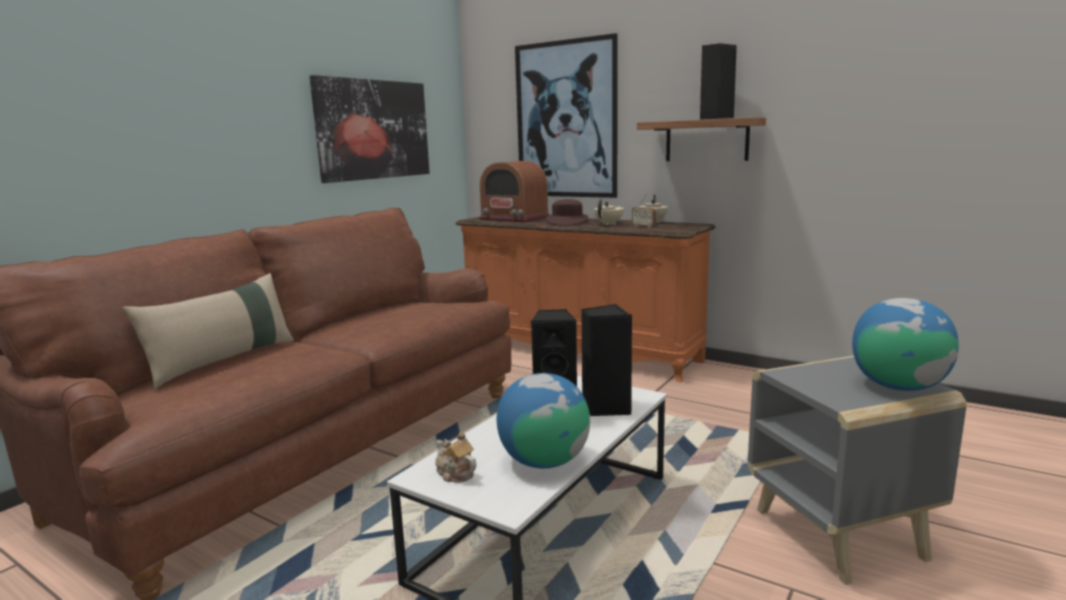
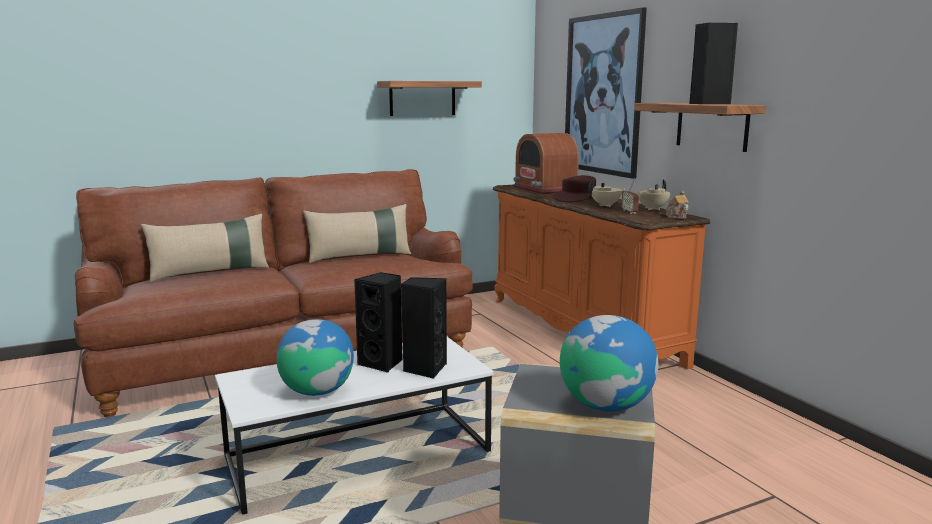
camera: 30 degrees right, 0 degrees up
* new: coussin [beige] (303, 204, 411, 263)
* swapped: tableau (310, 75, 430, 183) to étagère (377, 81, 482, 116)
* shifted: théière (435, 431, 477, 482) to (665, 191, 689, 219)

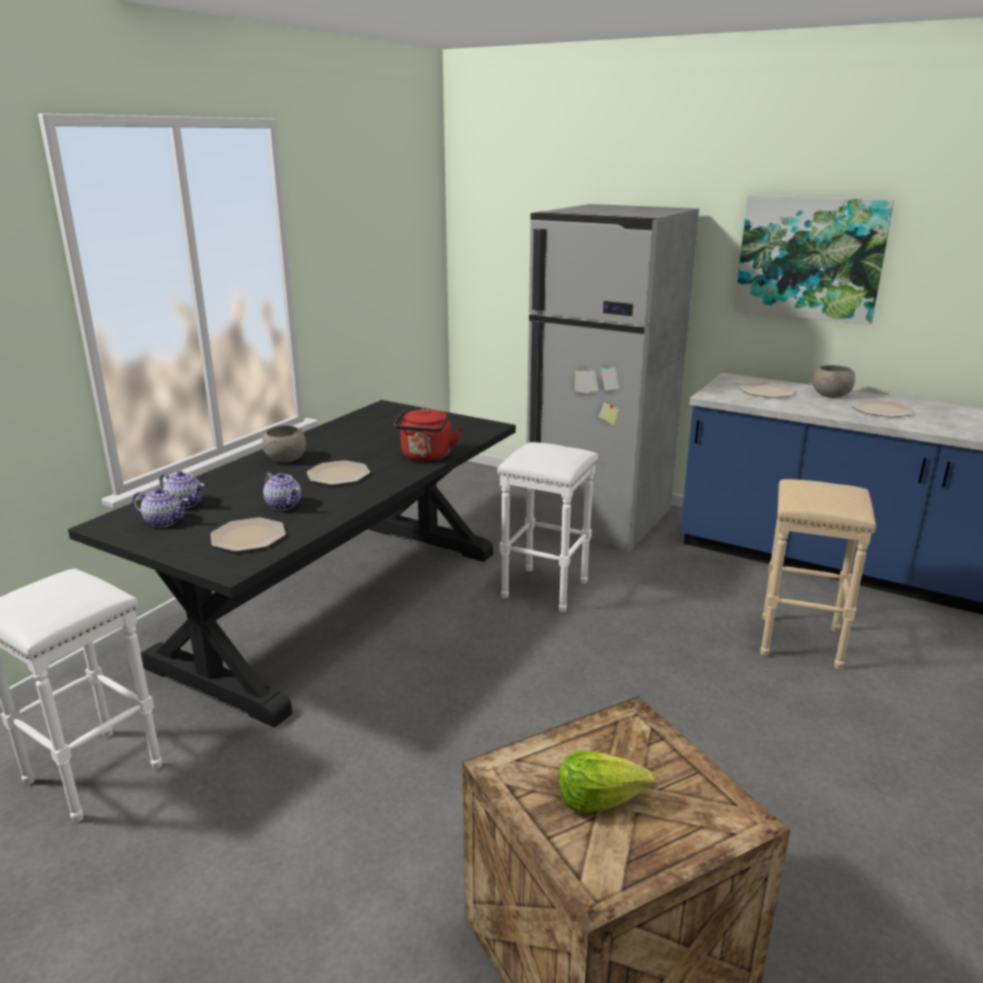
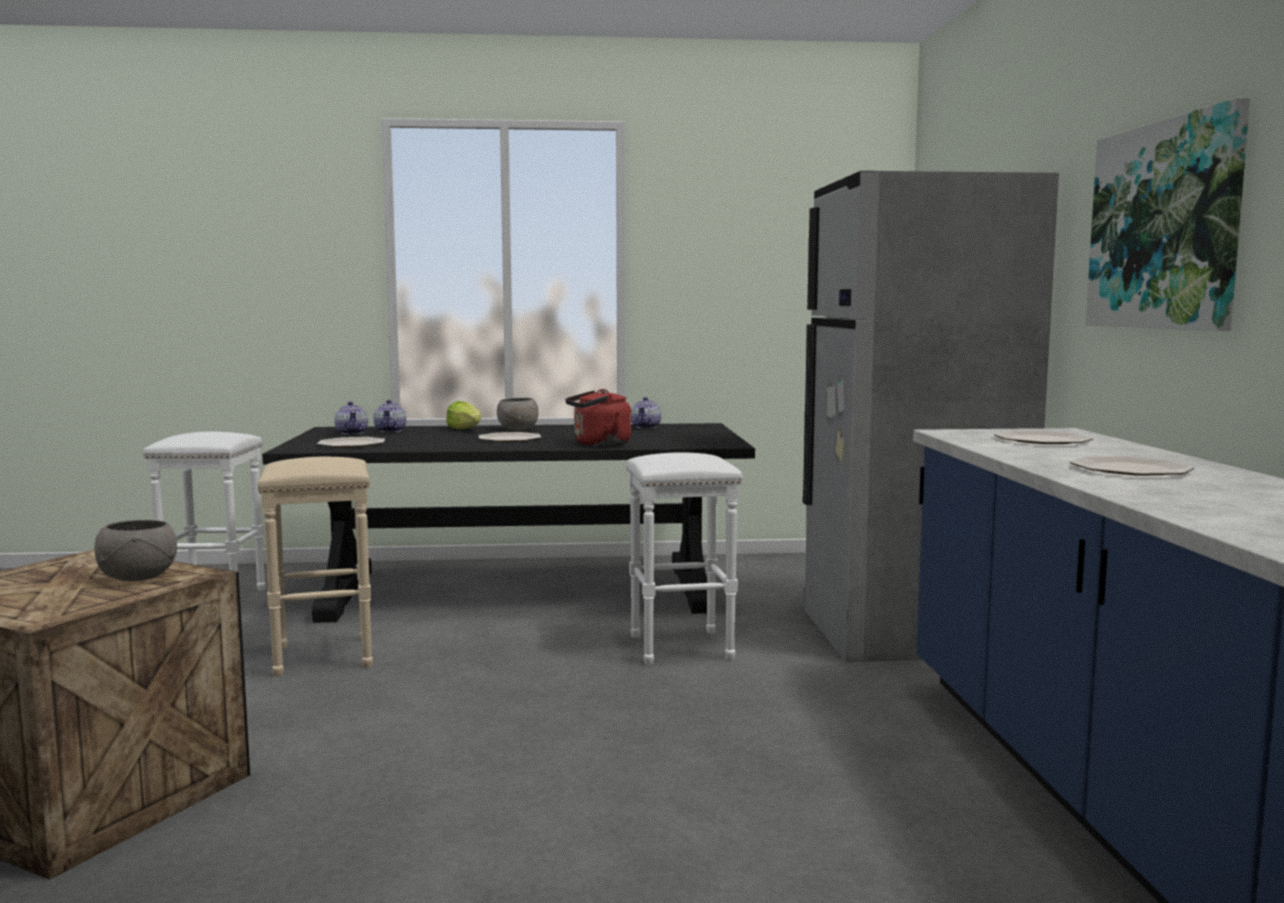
camera: 55 degrees right, 15 degrees down
* shifted: bol [gris] (813, 365, 855, 398) to (95, 520, 177, 581)
* shifted: tabouret [beige] (760, 479, 876, 669) to (258, 457, 373, 677)
* shifted: laitue (558, 751, 655, 813) to (446, 401, 481, 429)
* shifted: théière (263, 472, 301, 510) to (631, 397, 661, 428)

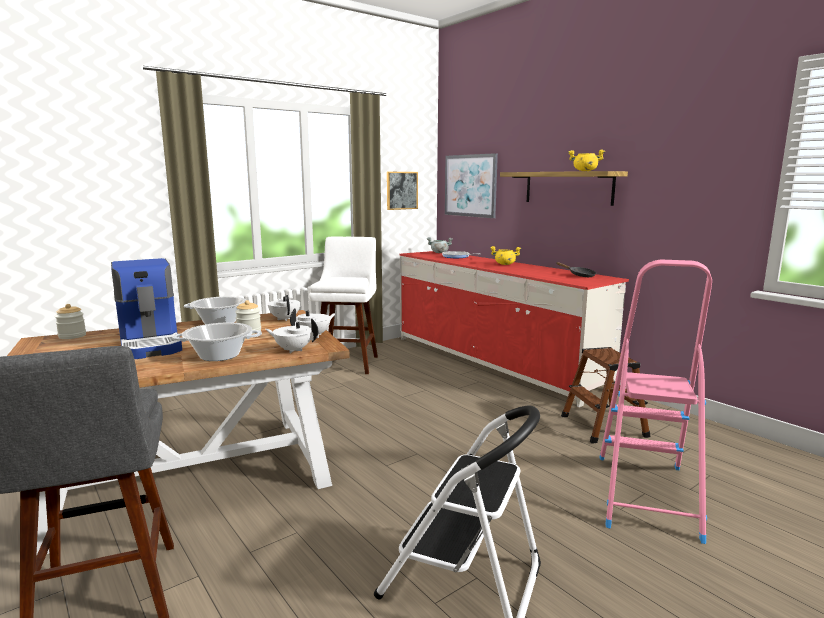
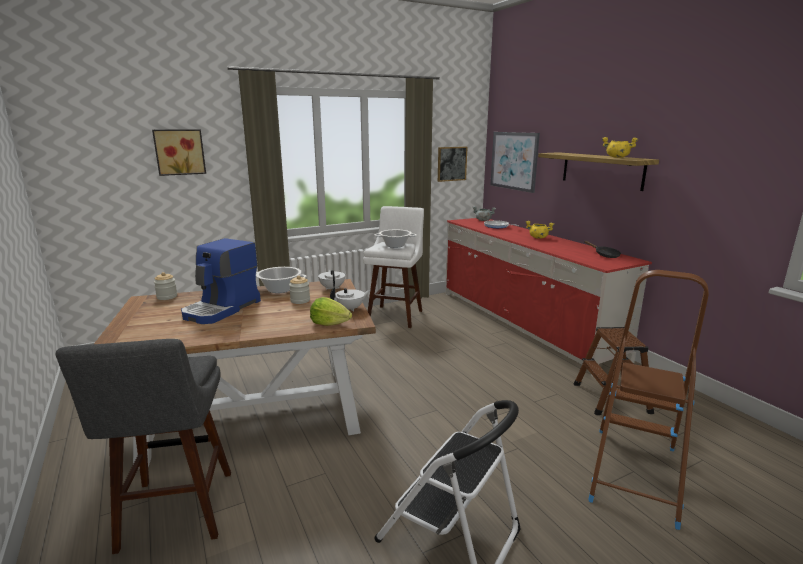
camera: 10 degrees right, 5 degrees up
* new: tableau (152, 129, 206, 176)
* rotated: machine à café (111, 258, 182, 359) = (181, 238, 261, 324) 45 degrees clockwise
* swapped: théière [blanc] (265, 318, 318, 353) to laitue (310, 297, 352, 326)
* shifted: marmite (172, 322, 262, 361) to (374, 230, 417, 248)
* repainted: escabeau [rose] (599, 260, 712, 544) to escabeau [marron] (588, 270, 709, 530)

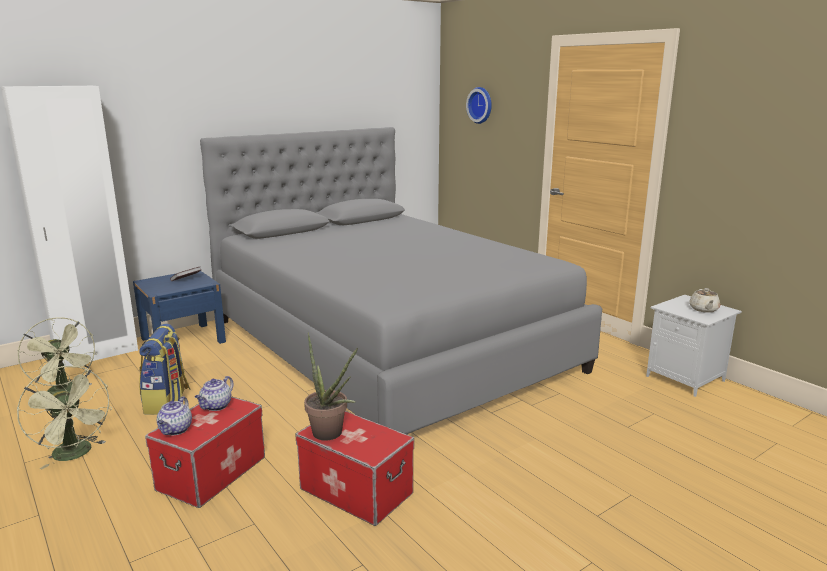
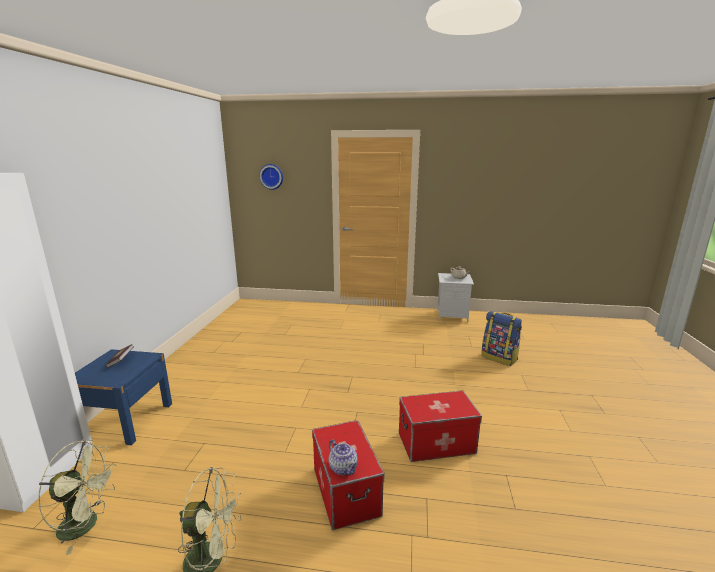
camera: 45 degrees left, 0 degrees up
* shifted: sac à dos (139, 324, 191, 415) to (481, 311, 522, 366)
* gone: théière (195, 376, 234, 411)
* gone: lit [gris] (200, 127, 602, 434)
* gone: plante en pot (304, 332, 358, 441)

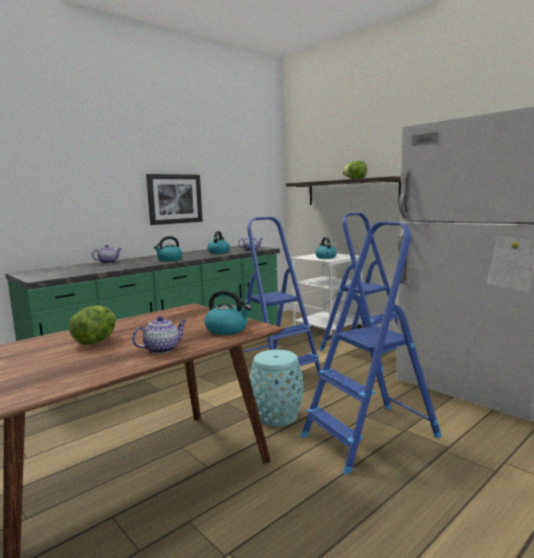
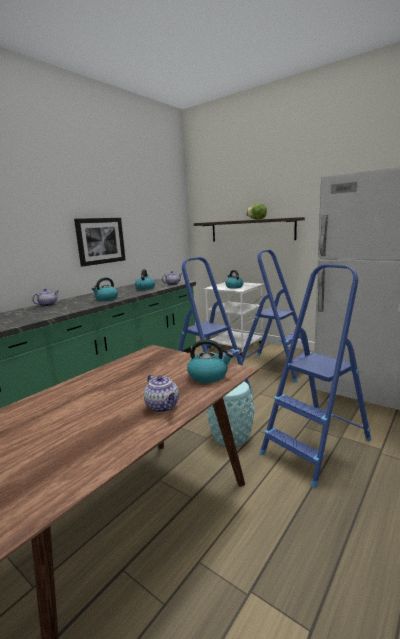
camera: 10 degrees left, 5 degrees up
* rotated: théière (132, 316, 187, 354) = (144, 374, 179, 413) 105 degrees clockwise
* gone: laitue (69, 305, 116, 345)

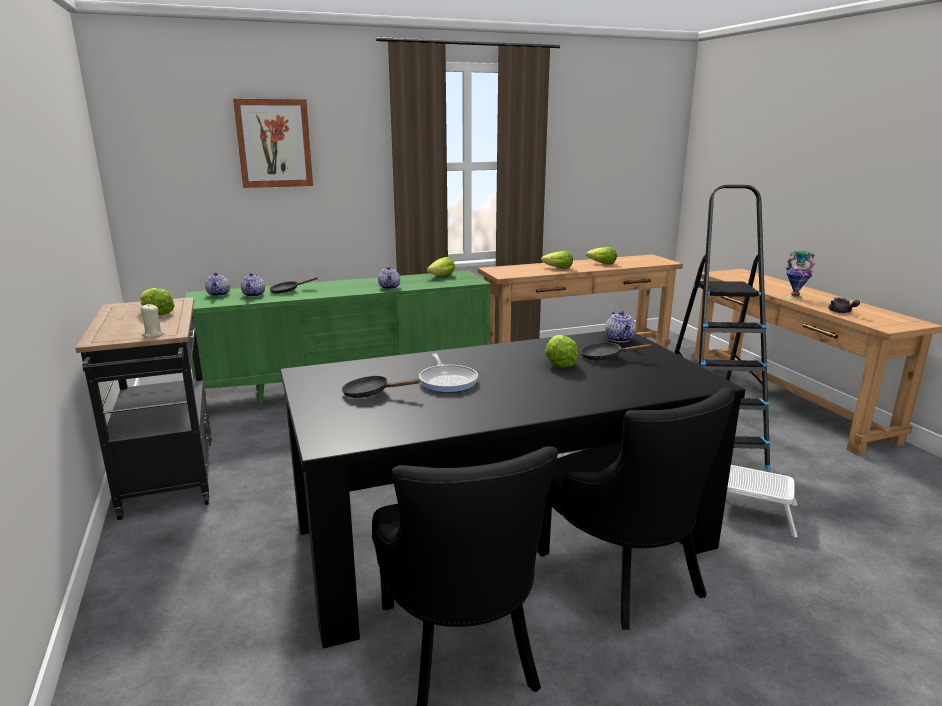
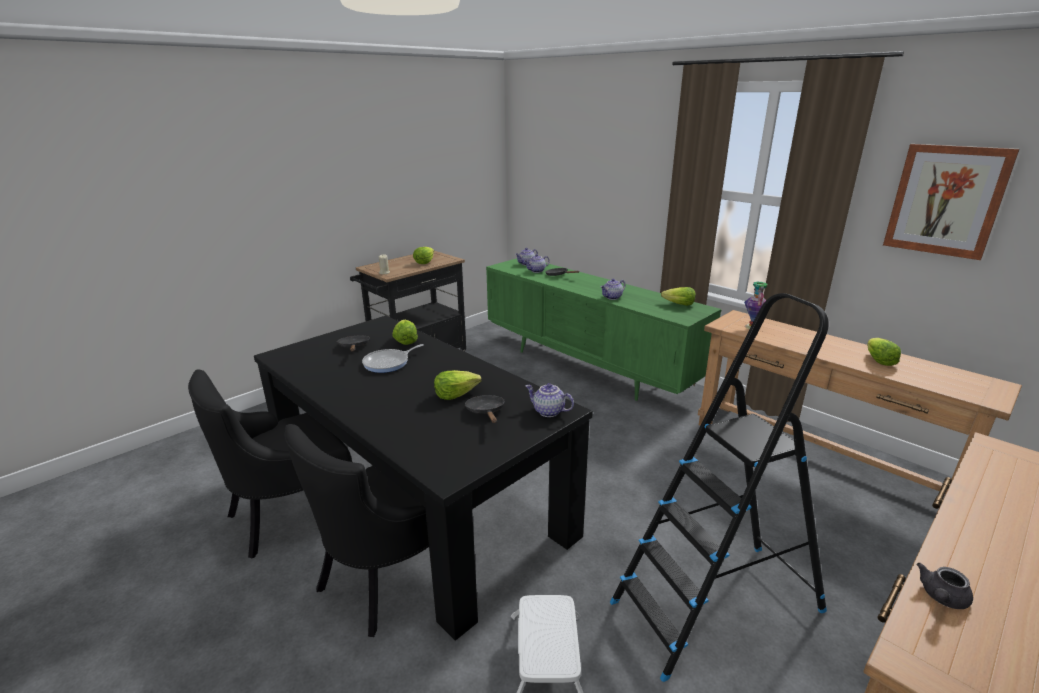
camera: 65 degrees right, 5 degrees up
* shifted: laitue (541, 251, 573, 269) to (392, 320, 418, 345)
* rotated: théière (605, 311, 636, 343) = (526, 383, 574, 417) 60 degrees clockwise
* shifted: vase (786, 251, 815, 300) to (744, 282, 768, 329)
* shifted: tableau (233, 99, 313, 188) to (883, 144, 1020, 260)

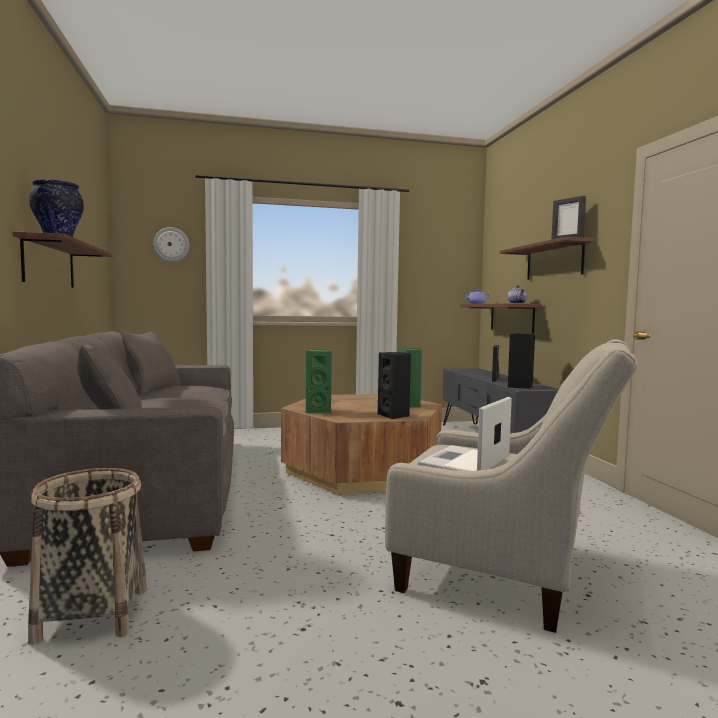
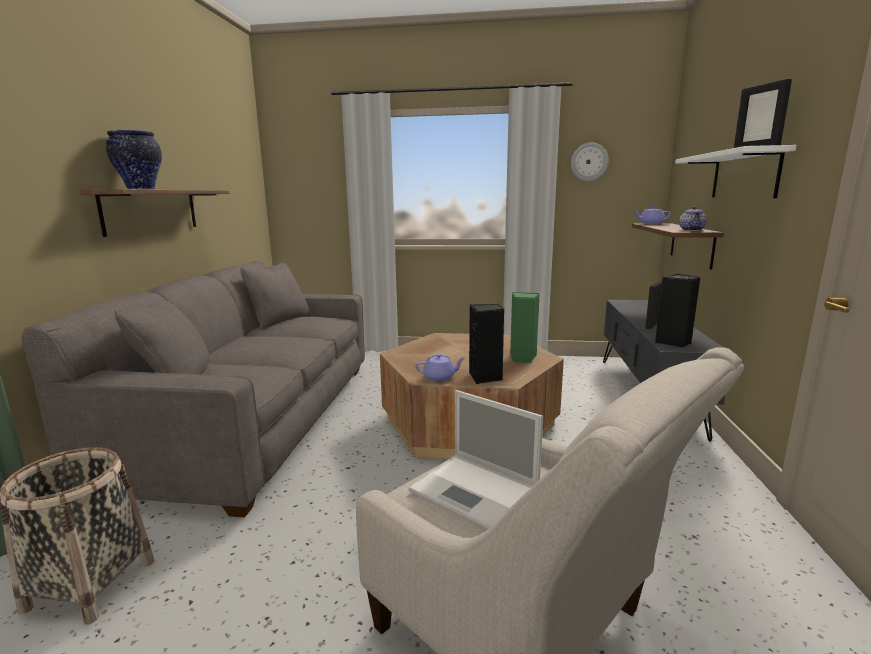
camera: 20 degrees right, 10 degrees up
* rotated: ordinateur portable (418, 397, 512, 471) = (408, 390, 543, 530) 105 degrees counterclockwise
* new: théière [violet] (415, 354, 465, 381)
* shifted: horloge murale (153, 227, 189, 262) to (571, 143, 609, 181)
* repainted: étagère [marron] (500, 237, 594, 280) to étagère [blanc] (675, 145, 797, 198)
* gone: enceinte [vert] (305, 349, 332, 413)

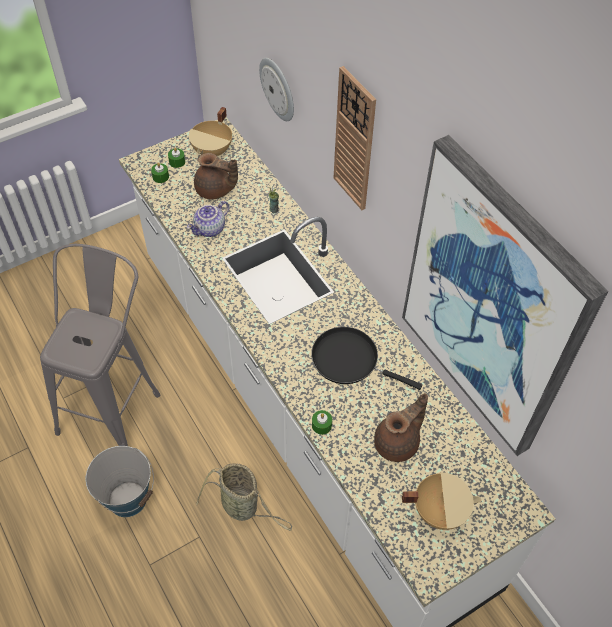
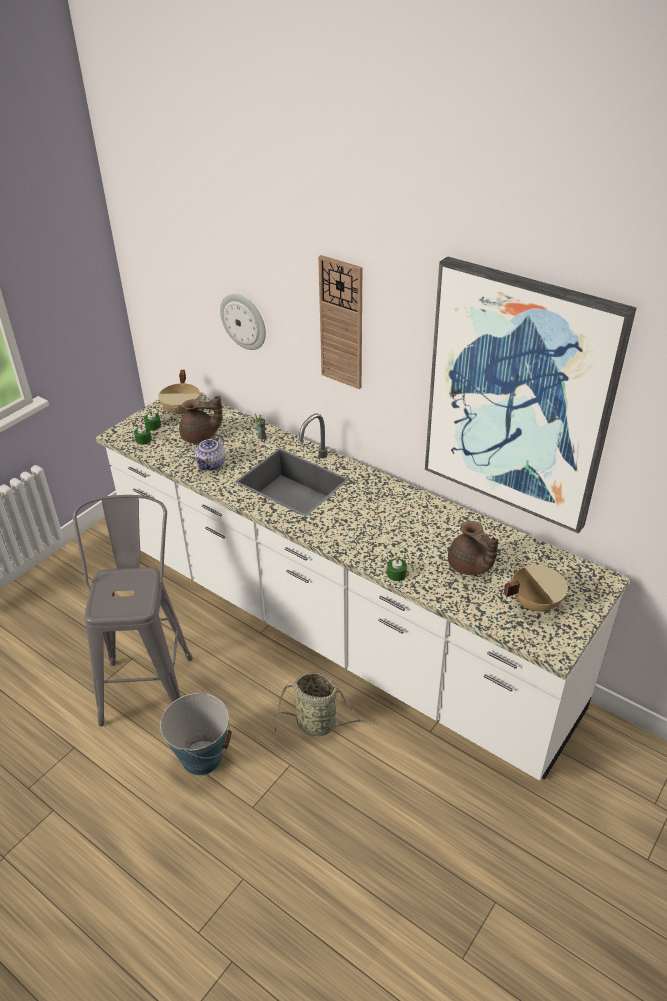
camera: 20 degrees left, 15 degrees down
* rotated: théière [marron] (374, 393, 428, 462) = (448, 521, 498, 575) 120 degrees clockwise
* gone: poêle [noir] (311, 327, 422, 390)

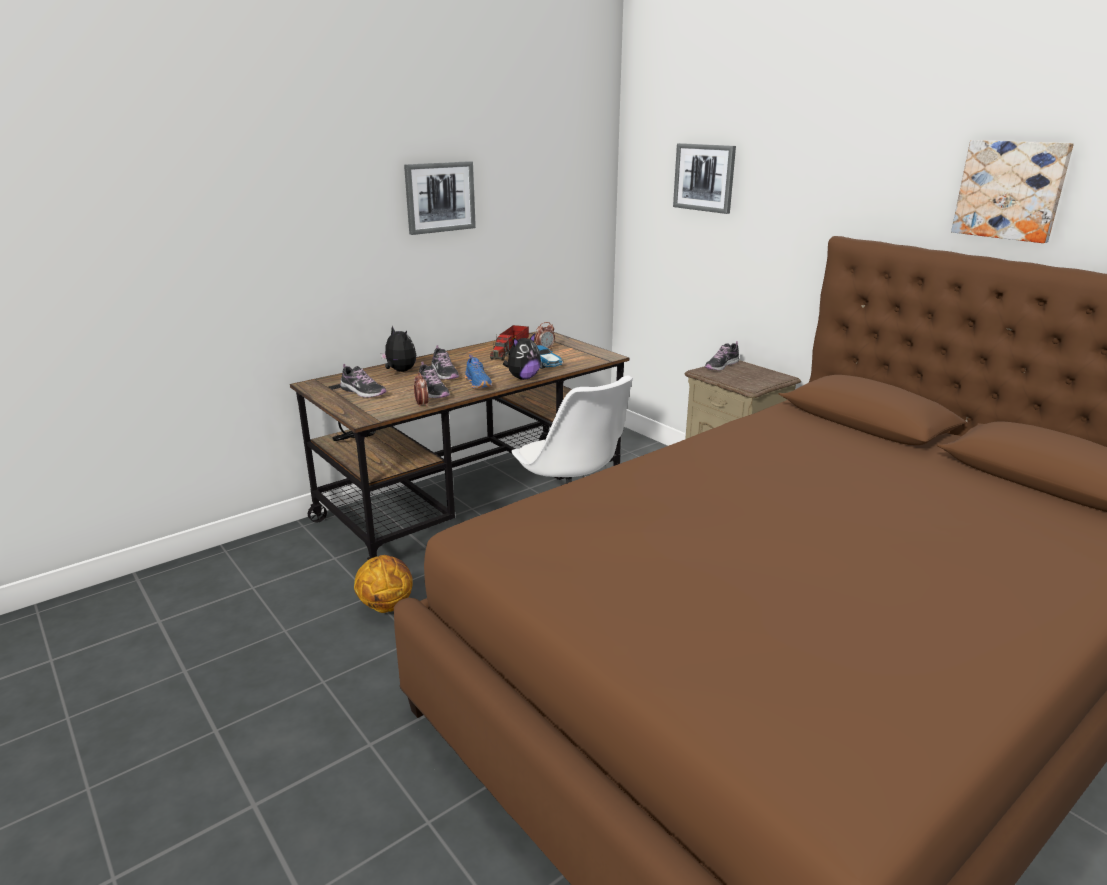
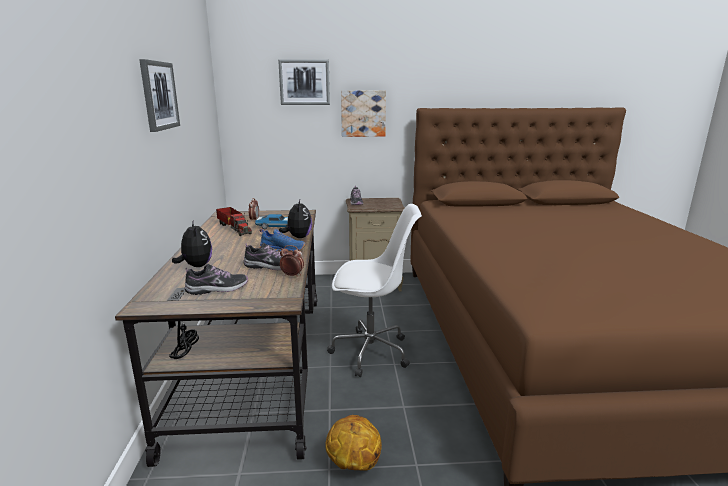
camera: 55 degrees left, 5 degrees down
* rotated: peluche (381, 326, 416, 372) = (172, 222, 212, 267) 75 degrees clockwise
* shifted: tableau (951, 140, 1074, 243) to (341, 91, 386, 137)
* gone: chaussure (431, 345, 459, 380)

